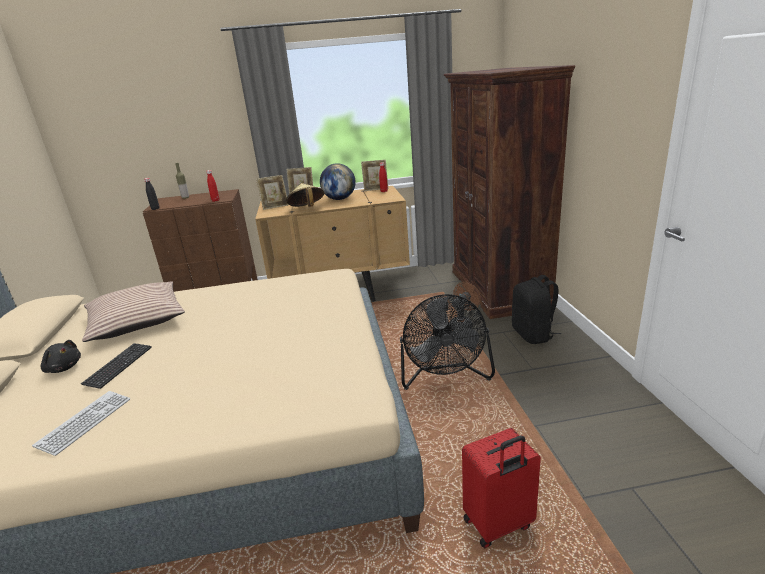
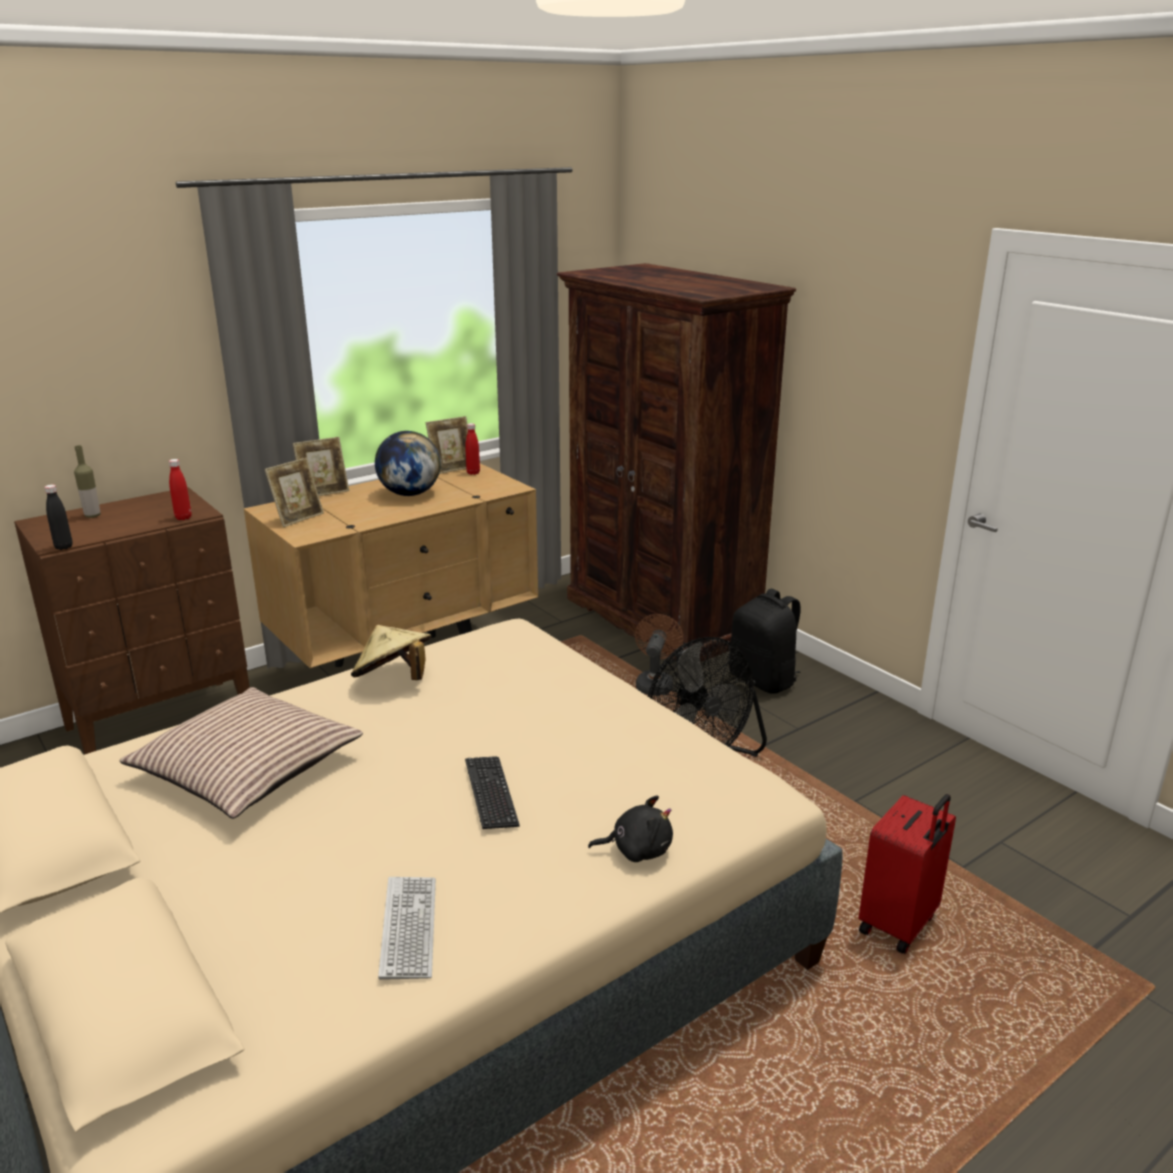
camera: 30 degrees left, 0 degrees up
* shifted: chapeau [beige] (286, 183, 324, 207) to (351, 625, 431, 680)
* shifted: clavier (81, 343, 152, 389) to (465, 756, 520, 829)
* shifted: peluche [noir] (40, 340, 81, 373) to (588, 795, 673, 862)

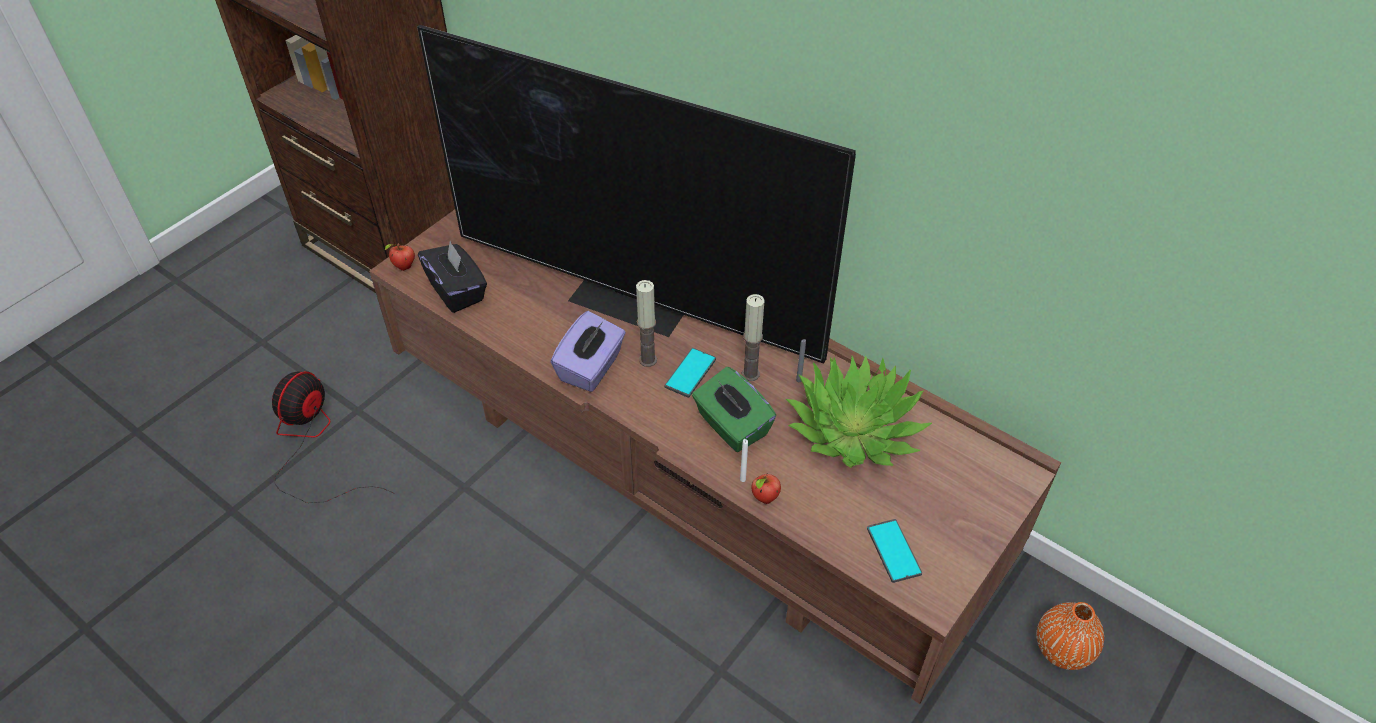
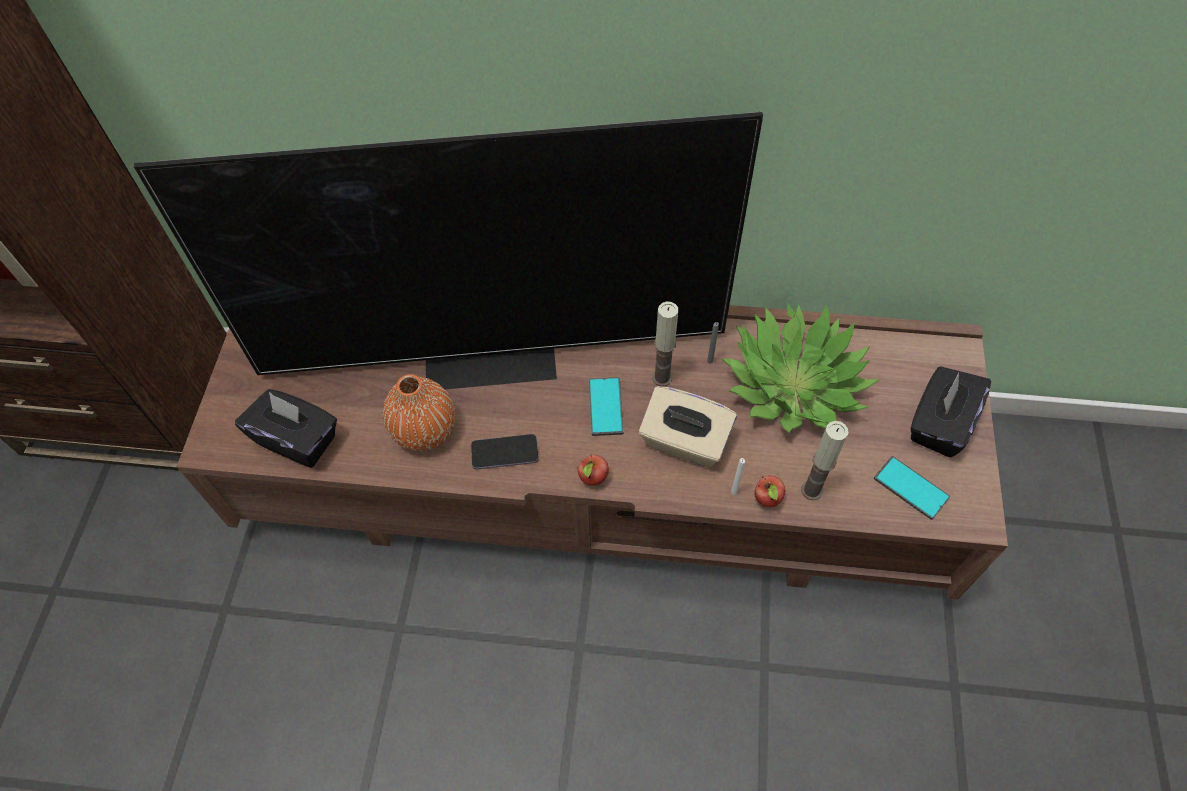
camera: 30 degrees left, 10 degrees up
* shifted: vase [orange] (1037, 602, 1104, 670) to (383, 374, 455, 451)
* swapped: boîte à mouchoirs [violet] (551, 311, 626, 392) to téléphone (471, 434, 539, 469)
* shifted: pomme (385, 244, 415, 271) to (578, 454, 609, 486)
* repainted: boîte à mouchoirs [vert] (692, 367, 776, 452) to boîte à mouchoirs [beige] (639, 386, 737, 467)
* shifted: bougie (636, 280, 657, 367) to (801, 421, 848, 500)
* new: boîte à mouchoirs [noir] (910, 366, 991, 457)
* gone: ventilateur (272, 371, 395, 503)

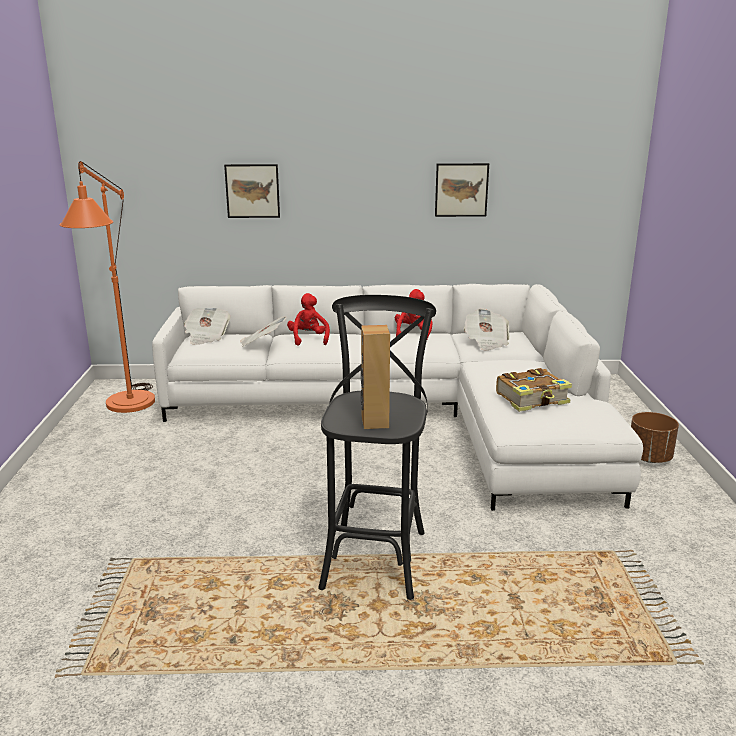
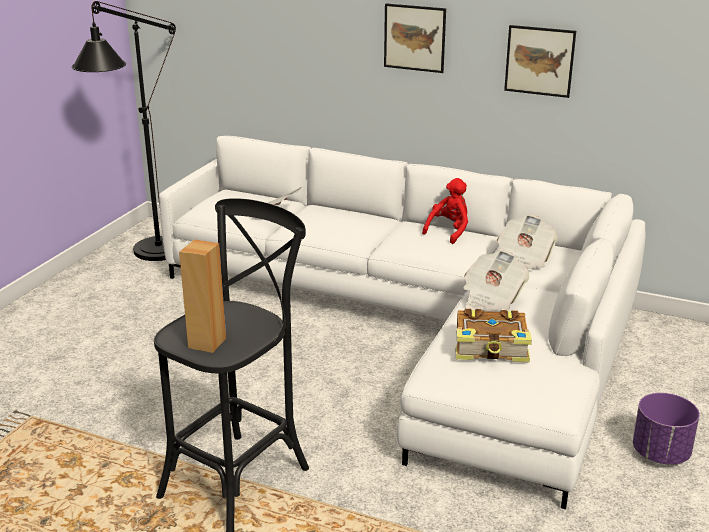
camera: 25 degrees right, 5 degrees up
* repainted: lampadaire [orange] (59, 161, 155, 413) to lampadaire [noir] (72, 1, 176, 261)
* shifted: tableau (224, 164, 280, 218) to (384, 3, 446, 73)
* shifted: journal (184, 308, 231, 345) to (464, 250, 529, 311)
* repainted: cache-pot [marron] (631, 412, 679, 463) to cache-pot [violet] (633, 393, 700, 465)
* gone: peluche [rouge] (287, 293, 330, 346)

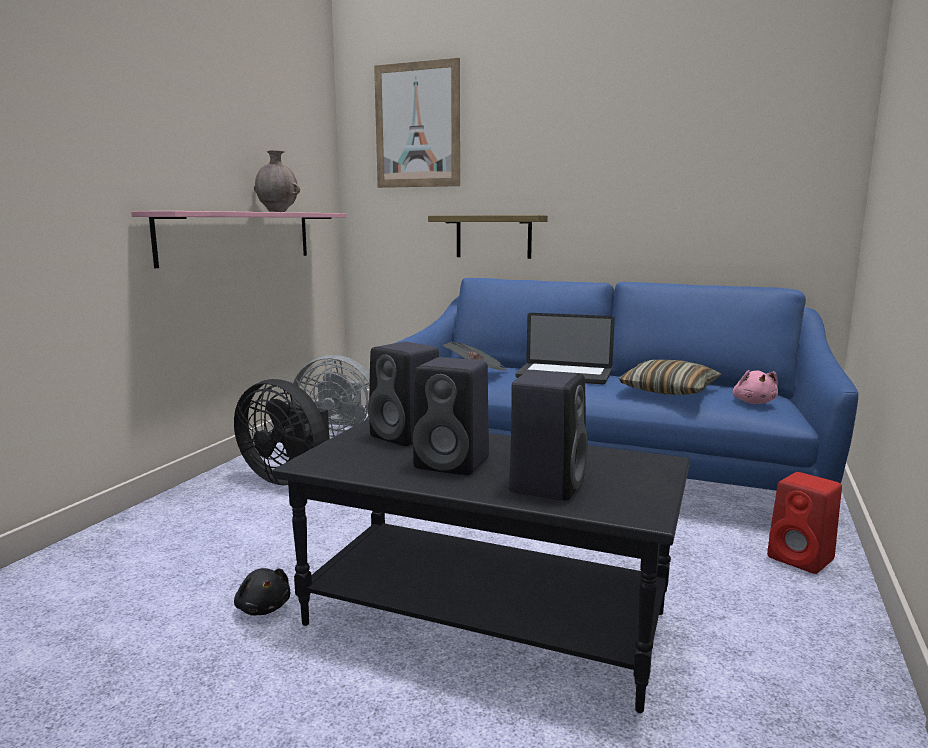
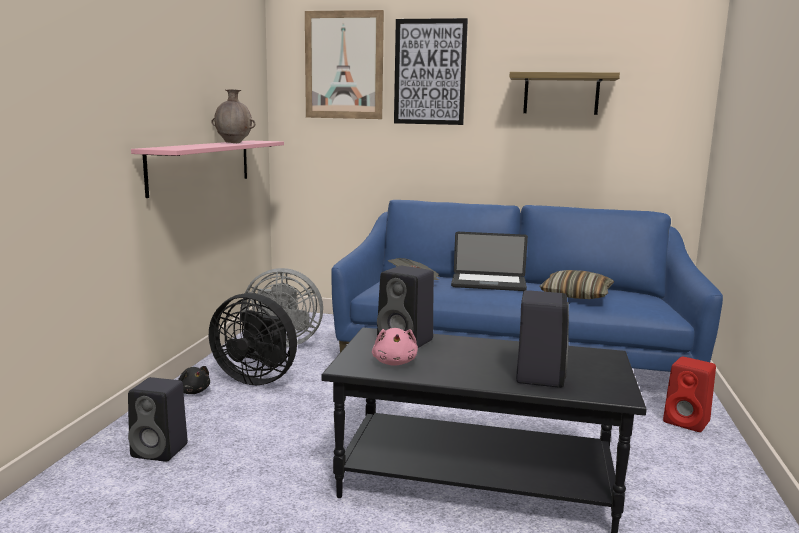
camera: 10 degrees left, 0 degrees up
* shifted: enceinte [noir] (413, 357, 489, 475) to (128, 377, 188, 462)
* shifted: peluche [noir] (234, 568, 290, 615) to (178, 366, 210, 394)
* shifted: peluche [rose] (733, 370, 778, 404) to (372, 328, 418, 366)
* new: tableau (394, 18, 468, 125)
* shifted: étagère (428, 215, 548, 259) to (509, 72, 620, 115)

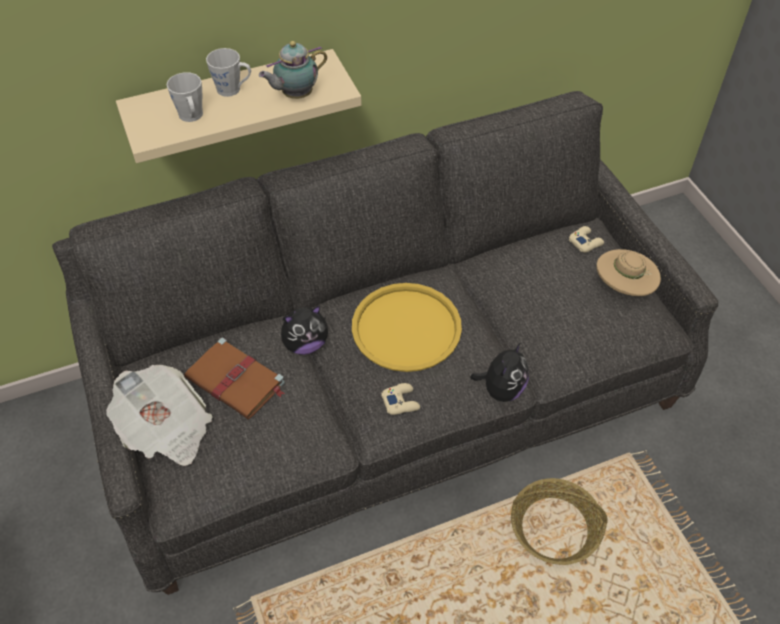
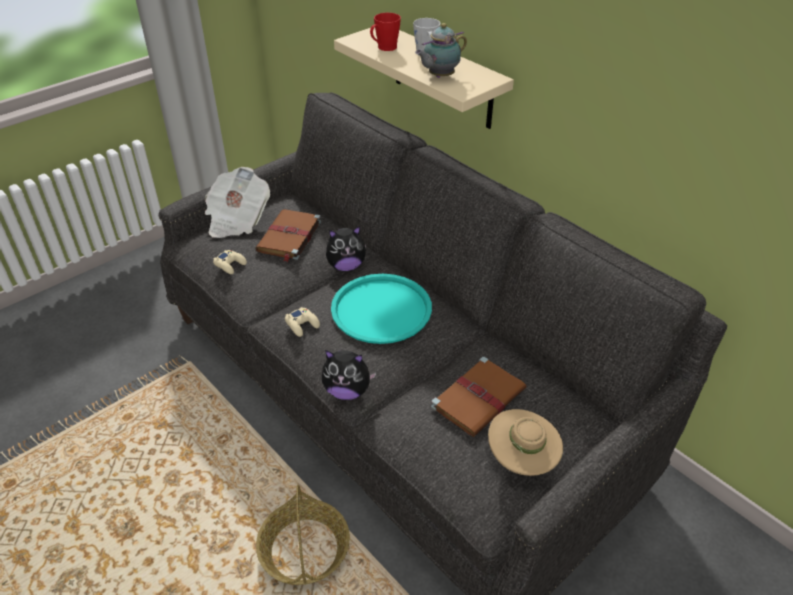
camera: 70 degrees right, 10 degrees down
* shifted: manette [beige] (569, 226, 604, 253) to (213, 250, 247, 274)
* rotated: peluche (281, 305, 328, 355) = (326, 226, 367, 271) 60 degrees counterclockwise
* repainted: plateau [jaune] (352, 283, 462, 372) to plateau [turquoise] (331, 274, 432, 344)
* repainted: mug [gris] (167, 72, 203, 122) to mug [rouge] (370, 13, 401, 51)
* rotated: théière (259, 41, 327, 99) = (415, 23, 467, 78) 75 degrees counterclockwise
* new: livre [marron] (431, 357, 526, 437)

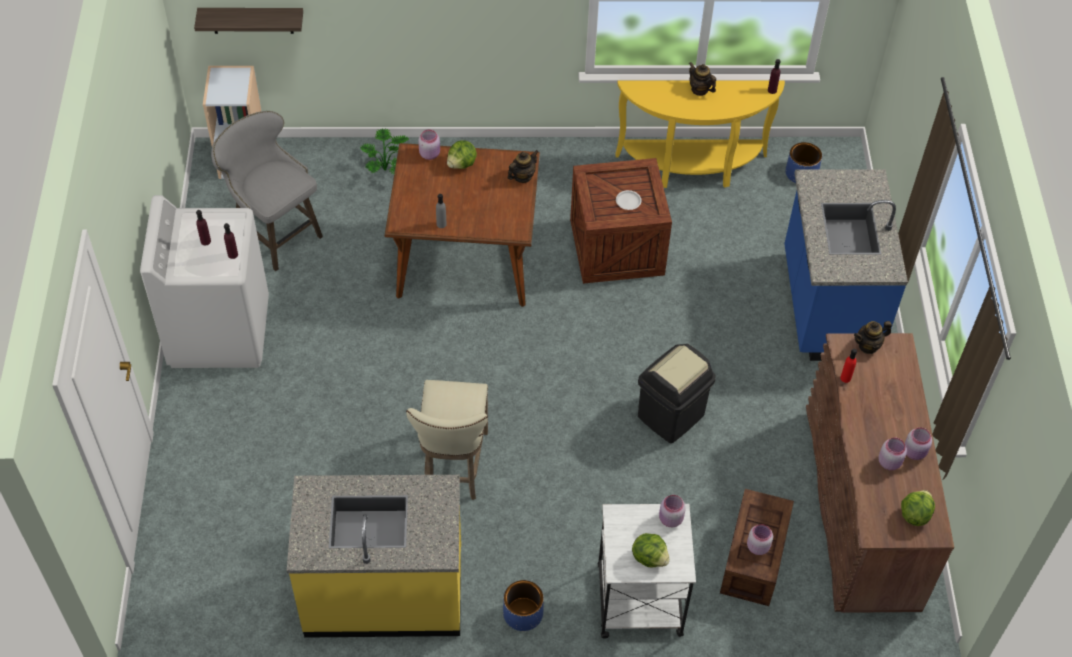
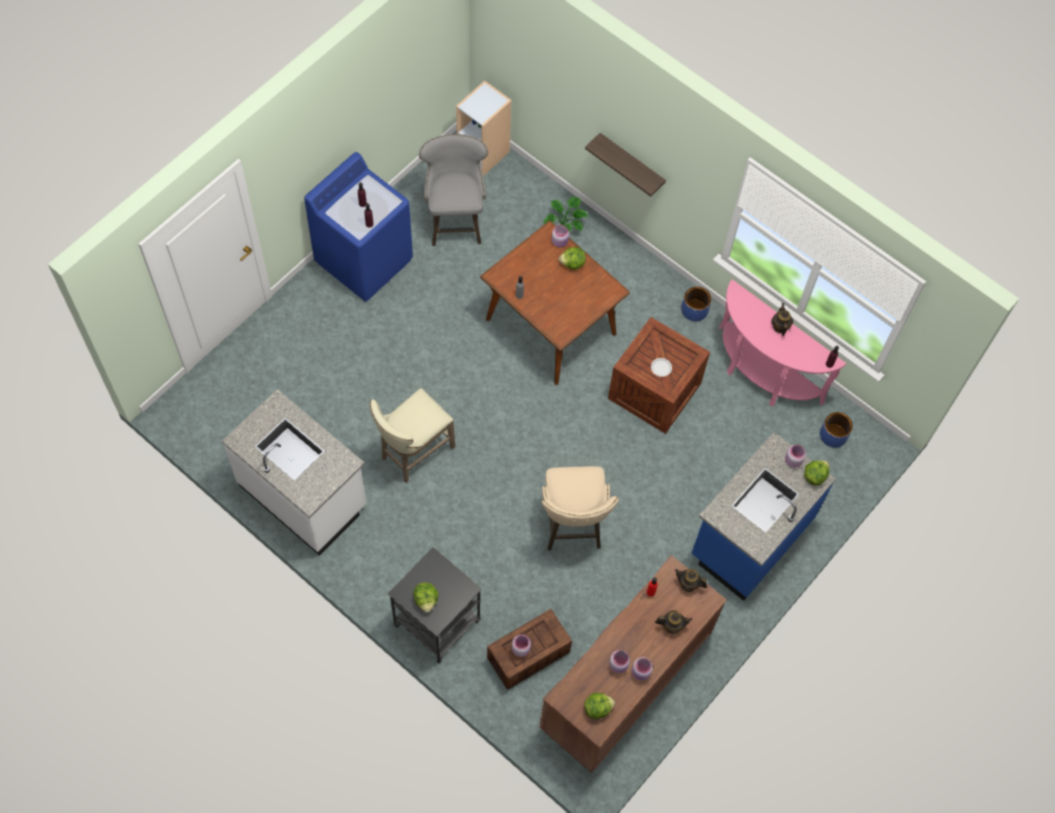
camera: 40 degrees right, 10 degrees up
* repainted: comptoir de cuisine [jaune] (287, 475, 461, 638) to comptoir de cuisine [blanc] (222, 389, 366, 556)
* repainted: lave-linge [blanc] (140, 195, 269, 368) to lave-linge [bleu] (304, 152, 413, 302)
* repainted: chariot [blanc] (598, 504, 696, 639) to chariot [noir] (388, 547, 482, 663)
* swapped: poubelle [noir] (638, 344, 716, 443) to tabouret [beige] (541, 466, 619, 550)
* shifted: étagère (194, 8, 303, 34) to (585, 133, 666, 197)
* shifted: théière (508, 150, 538, 183) to (655, 610, 692, 634)
* shifted: cache-pot [bleu] (503, 580, 544, 631) to (681, 286, 711, 321)
* repainted: table console [jaune] (615, 80, 785, 188) to table console [rose] (719, 279, 846, 406)
* shifted: bocal [rose] (659, 495, 686, 527) to (785, 445, 806, 468)
* new: laitue (804, 461, 830, 486)

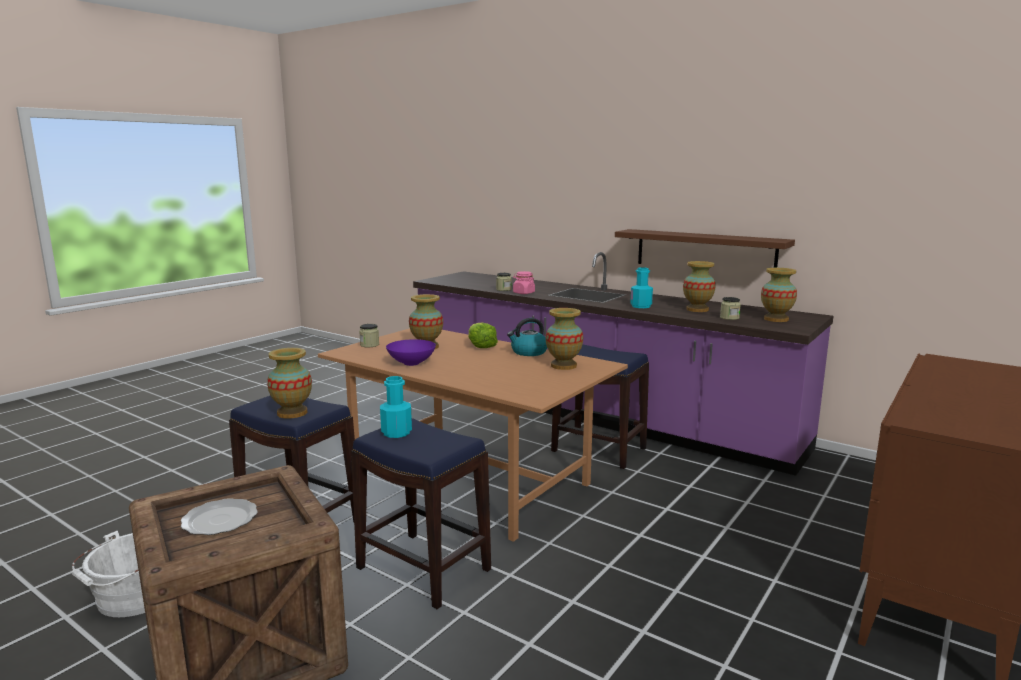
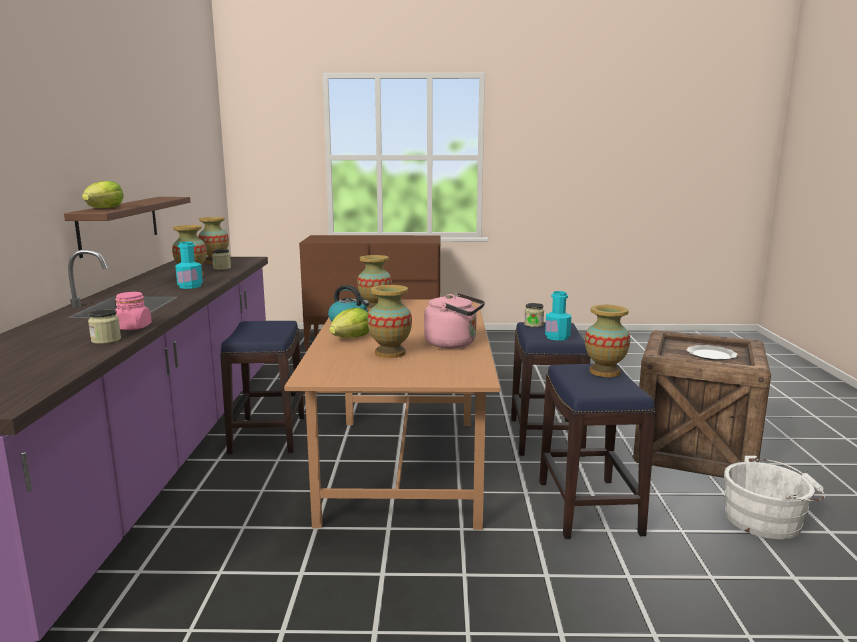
camera: 125 degrees left, 0 degrees up
* new: laitue (82, 181, 124, 208)
* swapped: bol [violet] (386, 339, 436, 366) to bouilloire [rose] (424, 293, 485, 348)
* shifted: bocal (359, 324, 379, 347) to (524, 303, 544, 327)

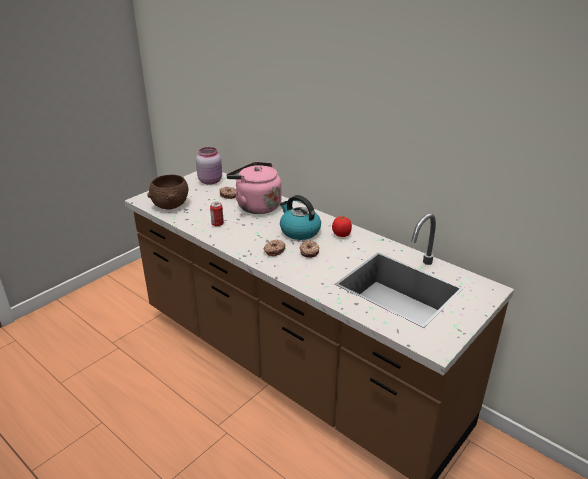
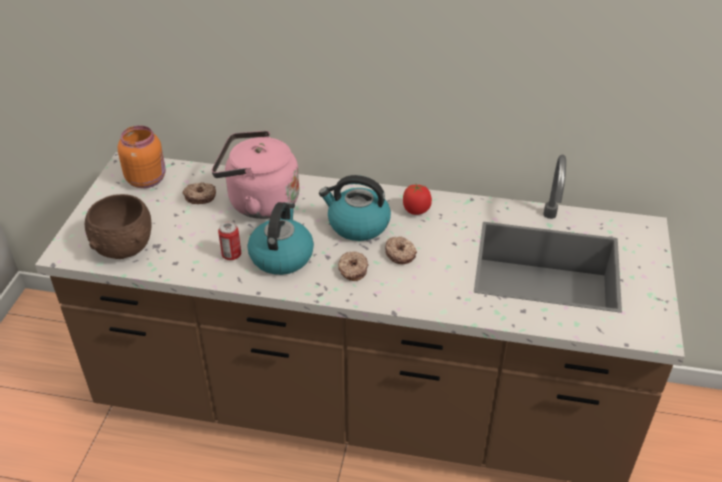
camera: 30 degrees left, 10 degrees up
* repainted: bocal [rose] (196, 147, 222, 185) to bocal [orange] (118, 126, 166, 188)
* new: bouilloire (247, 202, 314, 275)

